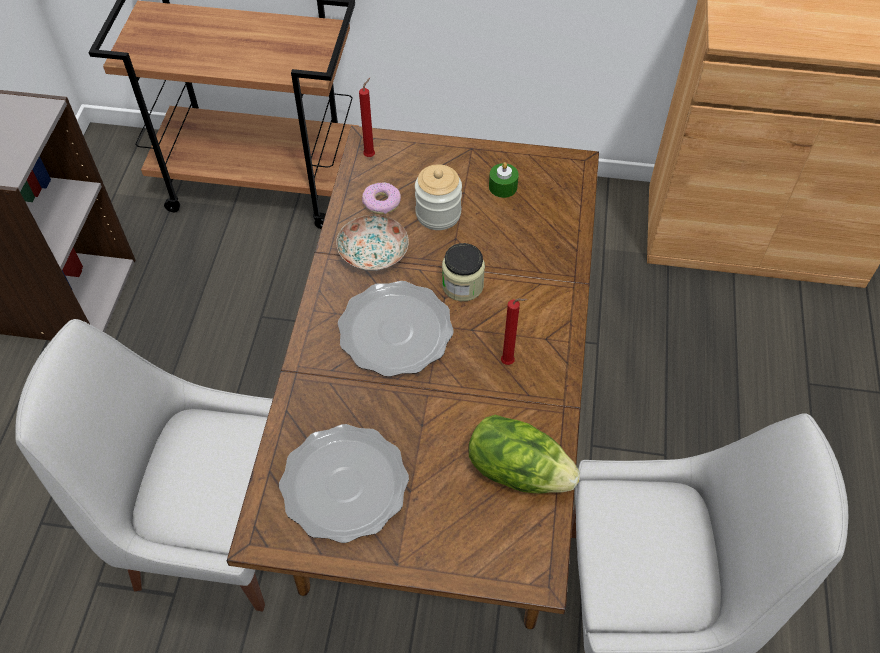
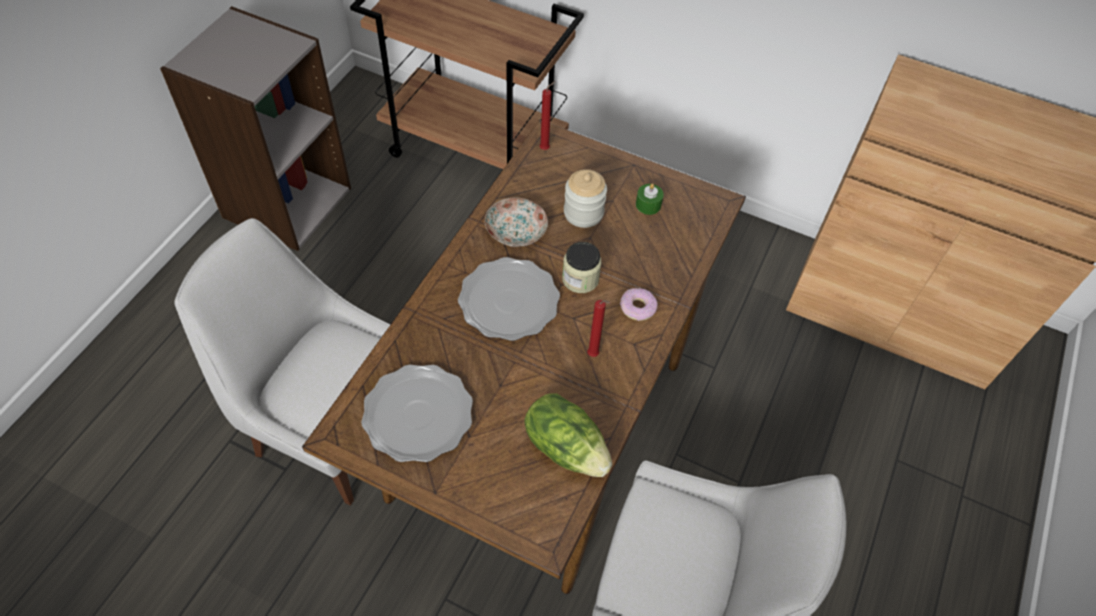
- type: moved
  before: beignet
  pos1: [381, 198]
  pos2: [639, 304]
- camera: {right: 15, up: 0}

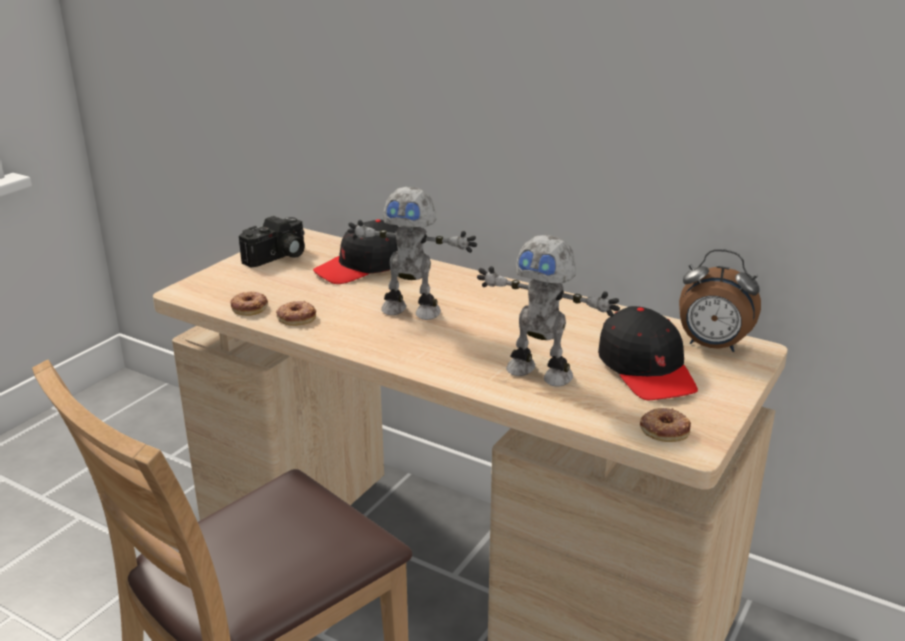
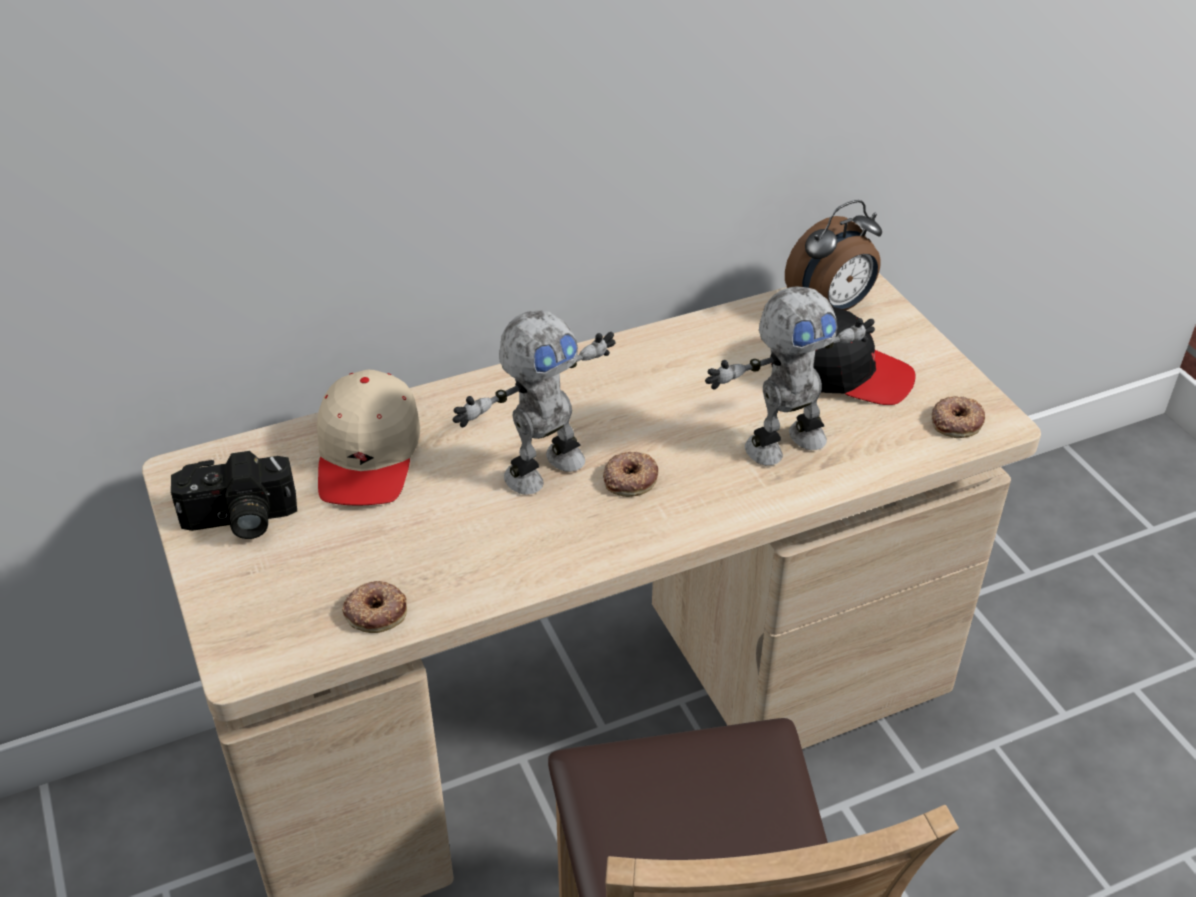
- type: turned
  before: appareil photo
  pos1: [272, 241]
  pos2: [234, 495]
  turn: 90
- type: moved
  before: beignet
  pos1: [296, 313]
  pos2: [630, 474]
- type: recoloured
  before: casquette (noir)
  after: casquette (beige)
  pos1: [356, 251]
  pos2: [368, 437]
- camera: {right: -55, up: 15}

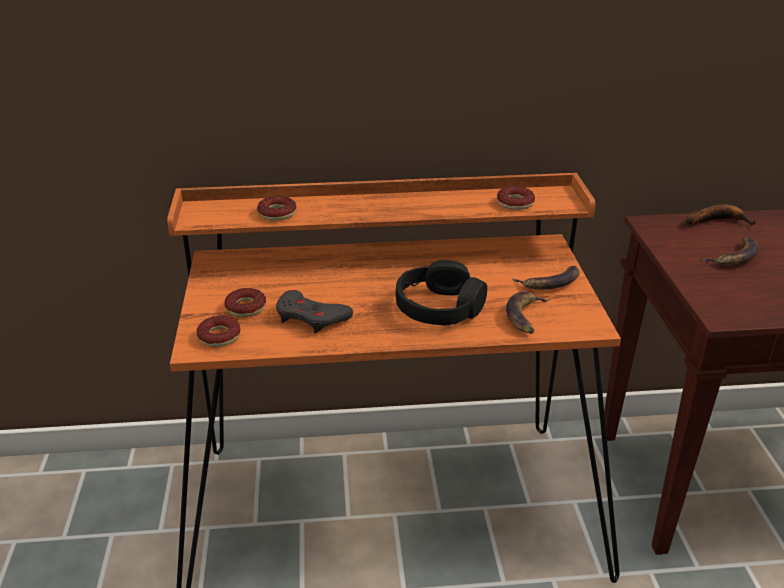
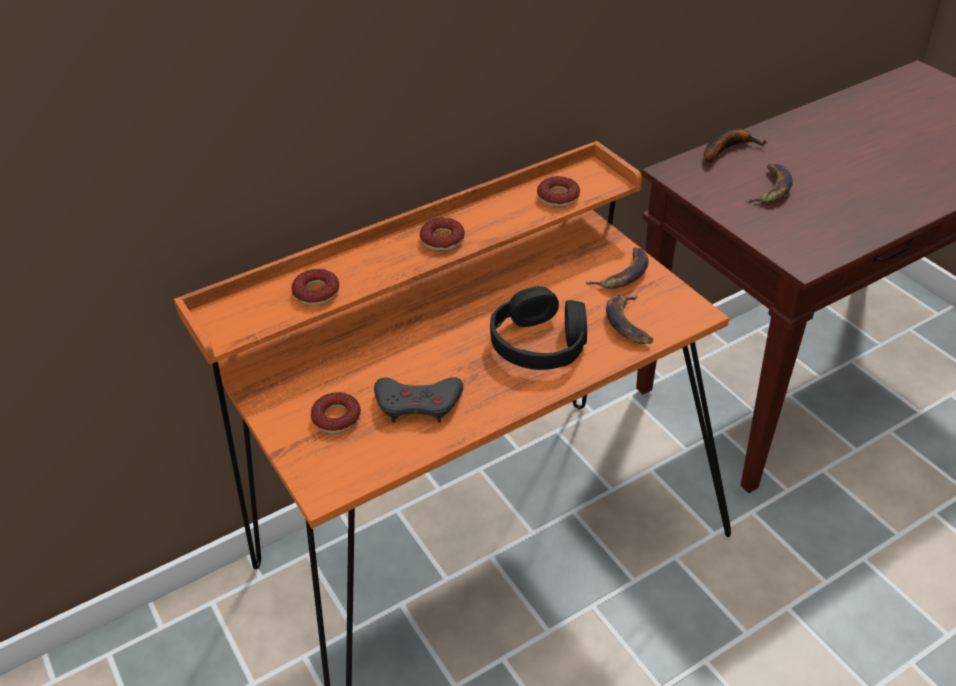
- type: moved
  before: beignet
  pos1: [218, 331]
  pos2: [442, 234]
- camera: {right: -25, up: 10}

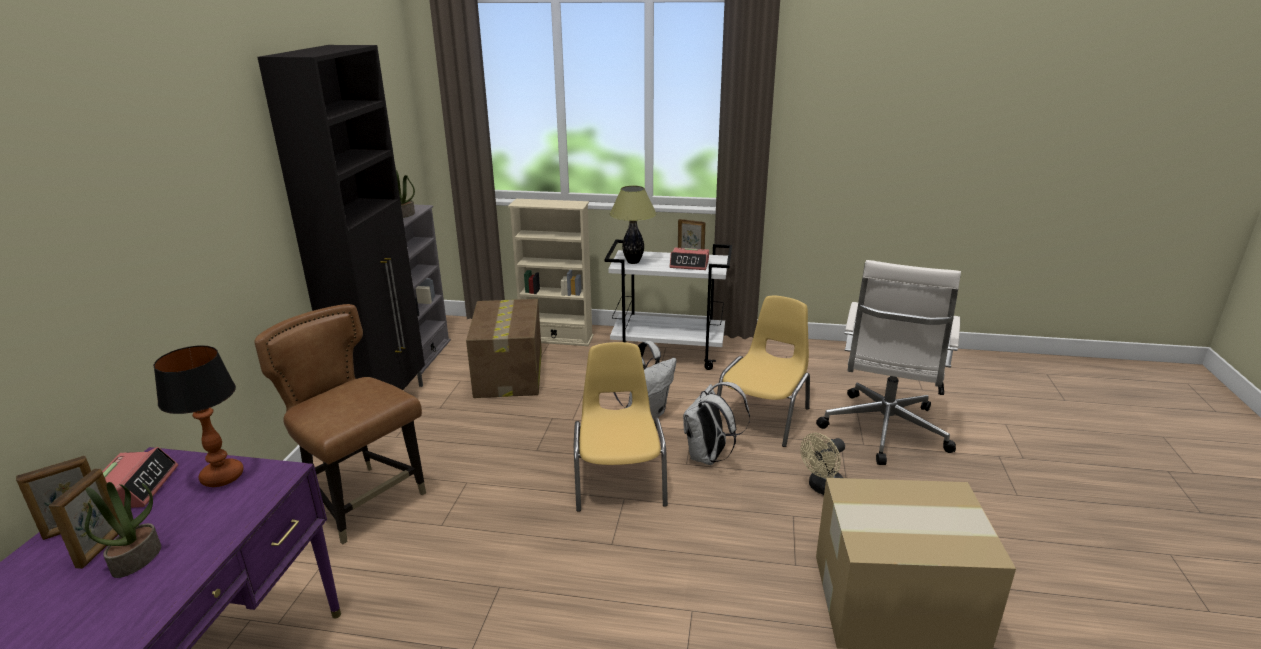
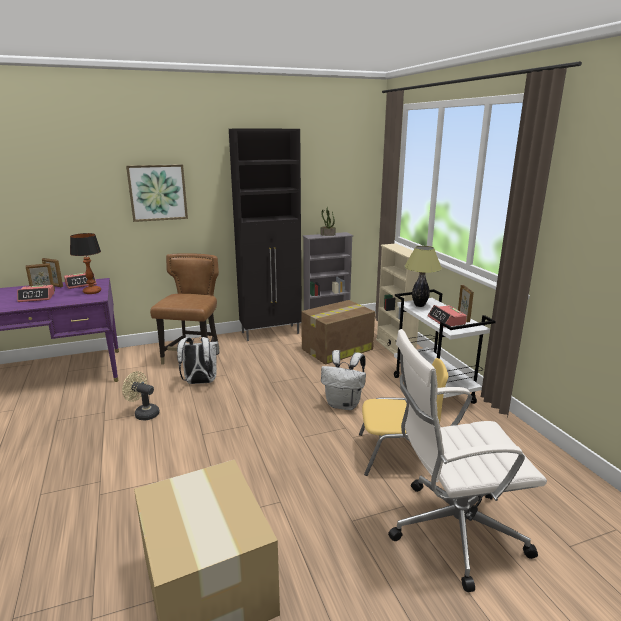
- type: replaced
  before: plante en pot
  after: réveil
  pos1: [123, 530]
  pos2: [35, 293]
- type: removed
  before: chaise (jaune)
  pos1: [621, 427]
- type: moved
  before: sac à dos (blanc)
  pos1: [716, 423]
  pos2: [198, 360]
- type: moved
  before: ventilateur (beige)
  pos1: [822, 464]
  pos2: [141, 396]
- type: added
  after: tableau
  pos2: [157, 193]
- camera: {right: 60, up: -5}

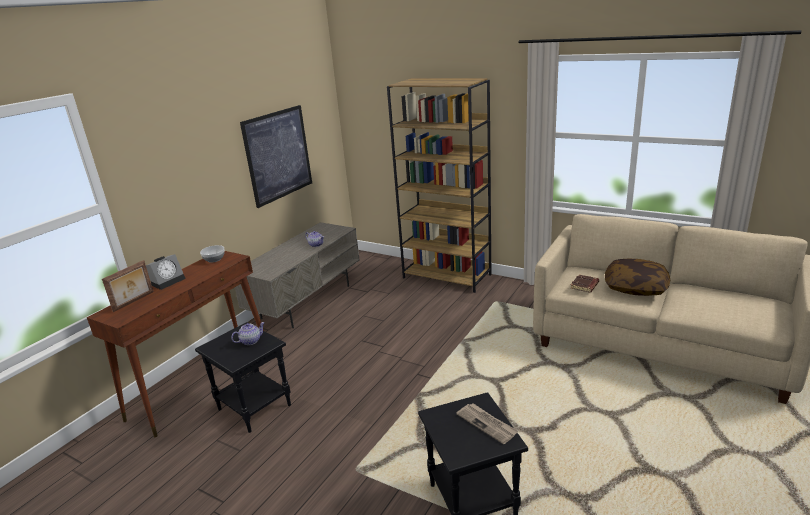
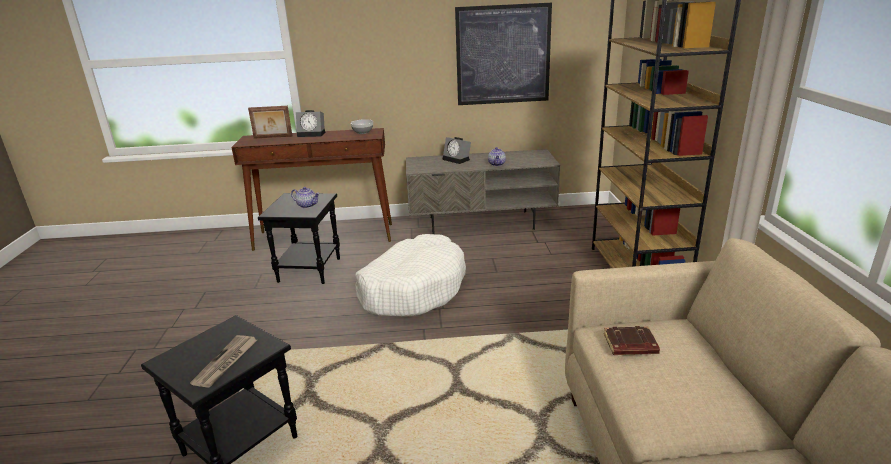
- type: removed
  before: coussin
  pos1: [637, 277]
- type: added
  after: panier pour chien (blanc)
  pos2: [410, 275]
- type: added
  after: réveil
  pos2: [457, 150]
- camera: {right: 55, up: 0}

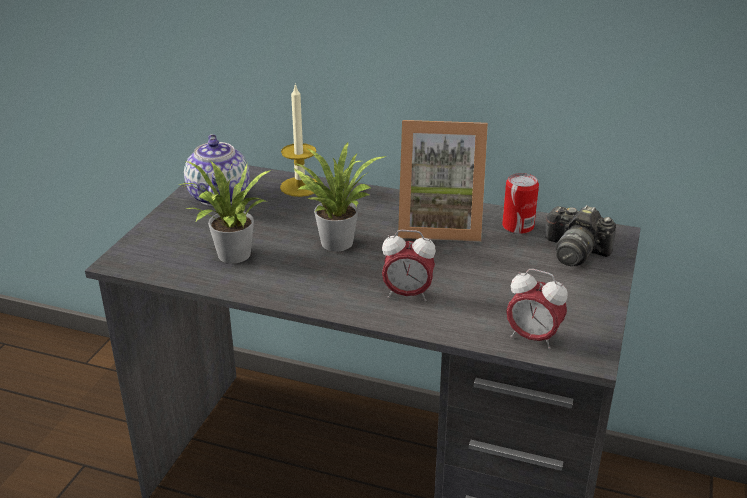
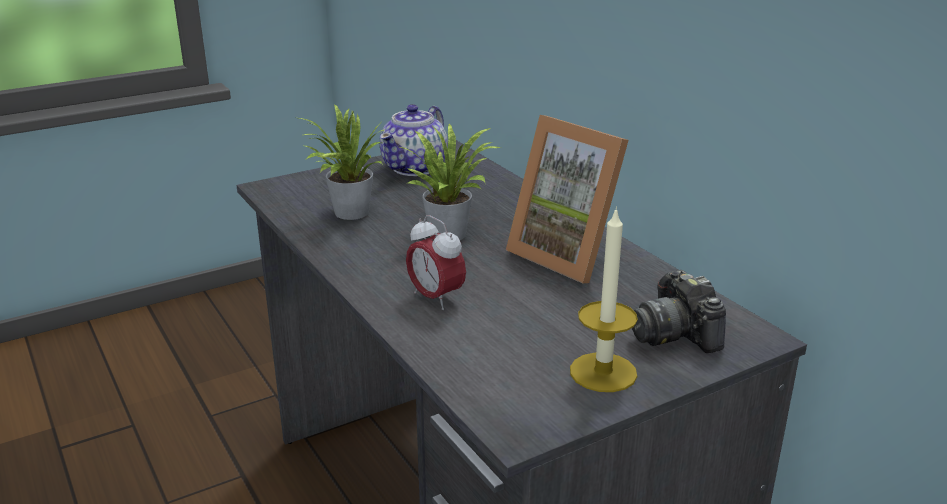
- type: moved
  before: bougie
  pos1: [298, 140]
  pos2: [604, 299]
- type: removed
  before: boîte métallique
  pos1: [520, 203]
- type: removed
  before: réveil
  pos1: [537, 309]
- camera: {right: 40, up: -5}

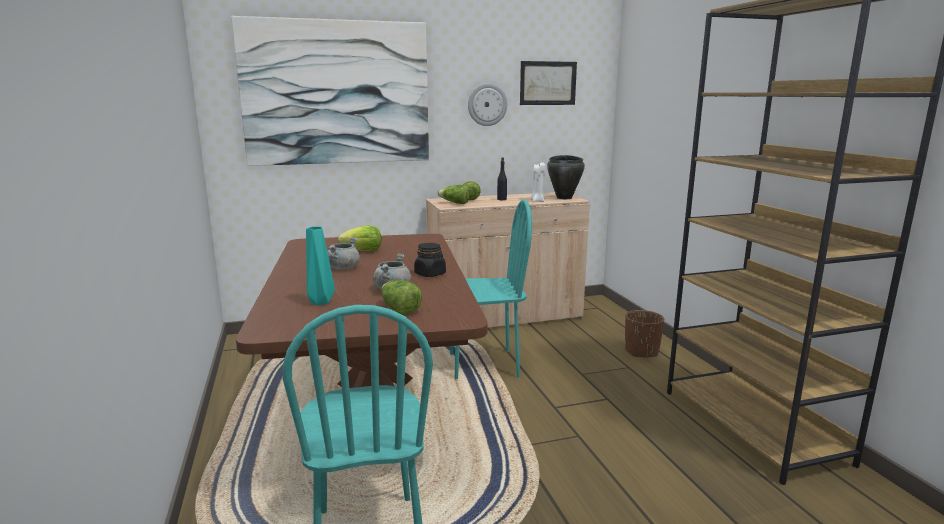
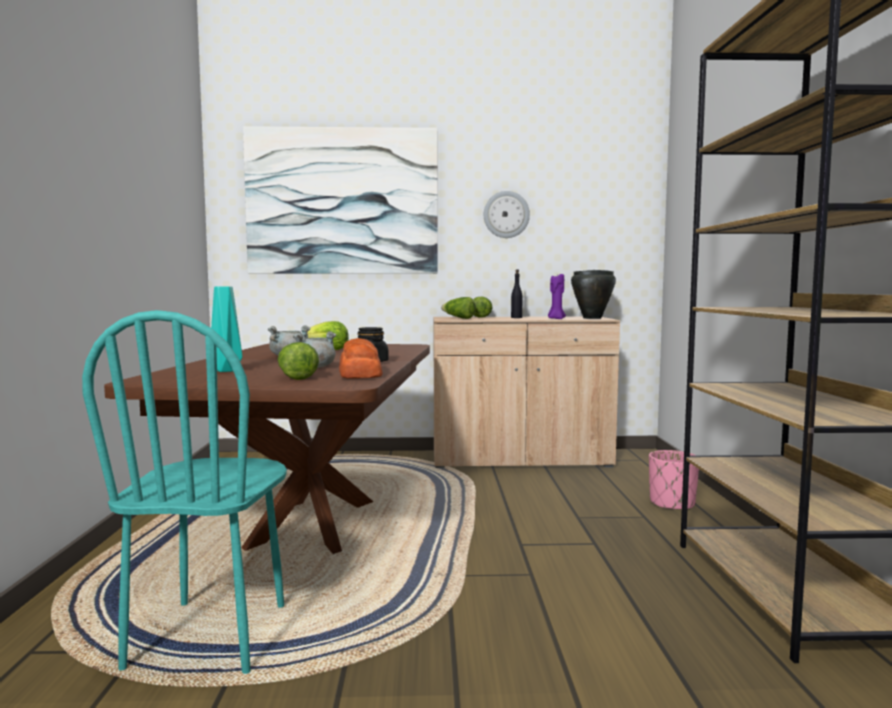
- type: removed
  before: chaise (turquoise)
  pos1: [491, 289]
- type: removed
  before: tableau
  pos1: [548, 83]
- type: recoloured
  before: bougie (blanc)
  after: bougie (violet)
  pos1: [538, 182]
  pos2: [557, 296]
- type: recoloured
  before: cache-pot (marron)
  after: cache-pot (rose)
  pos1: [644, 333]
  pos2: [674, 480]
- type: added
  after: pain
  pos2: [361, 358]
- camera: {right: 15, up: -10}

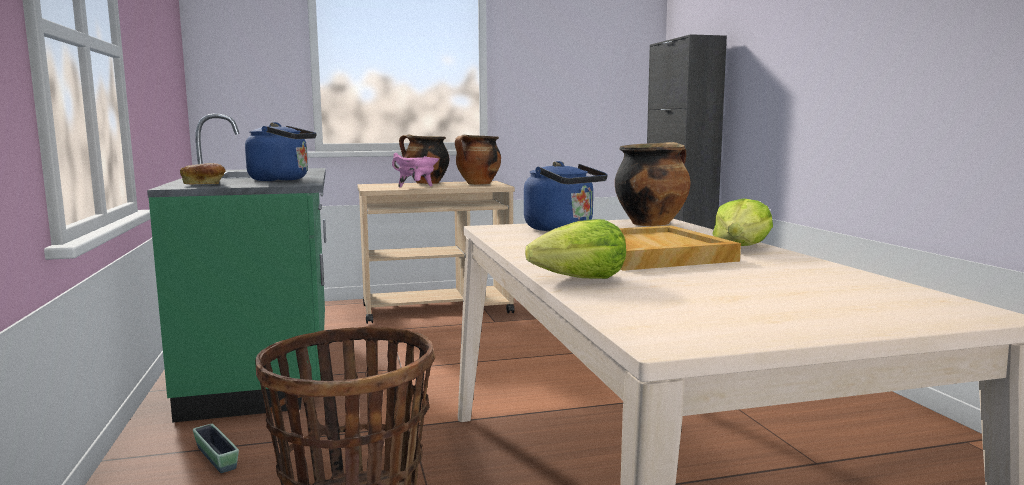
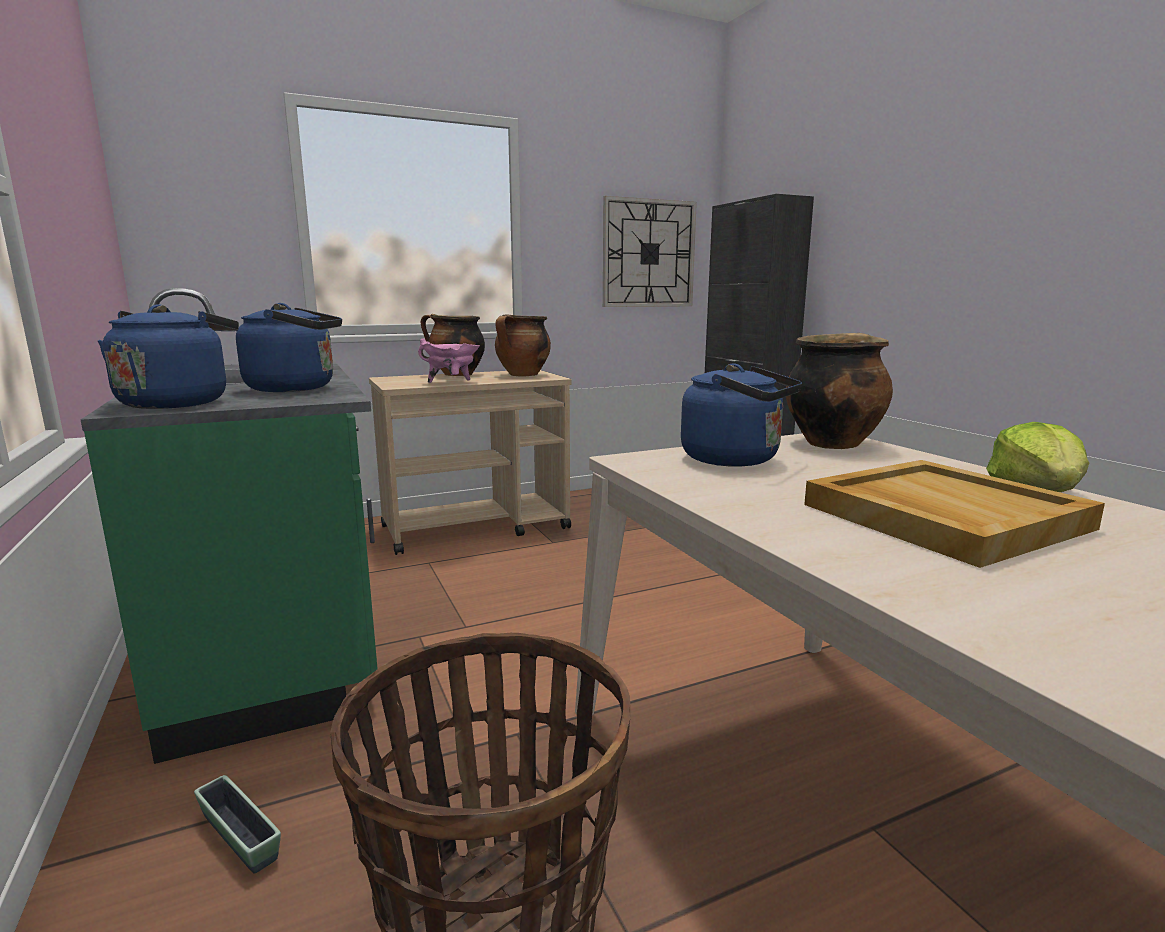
- type: replaced
  before: pain
  after: bouilloire (bleu)
  pos1: [203, 173]
  pos2: [168, 356]
- type: removed
  before: laitue
  pos1: [575, 249]
- type: added
  after: horloge murale
  pos2: [650, 251]
- camera: {right: -10, up: 5}

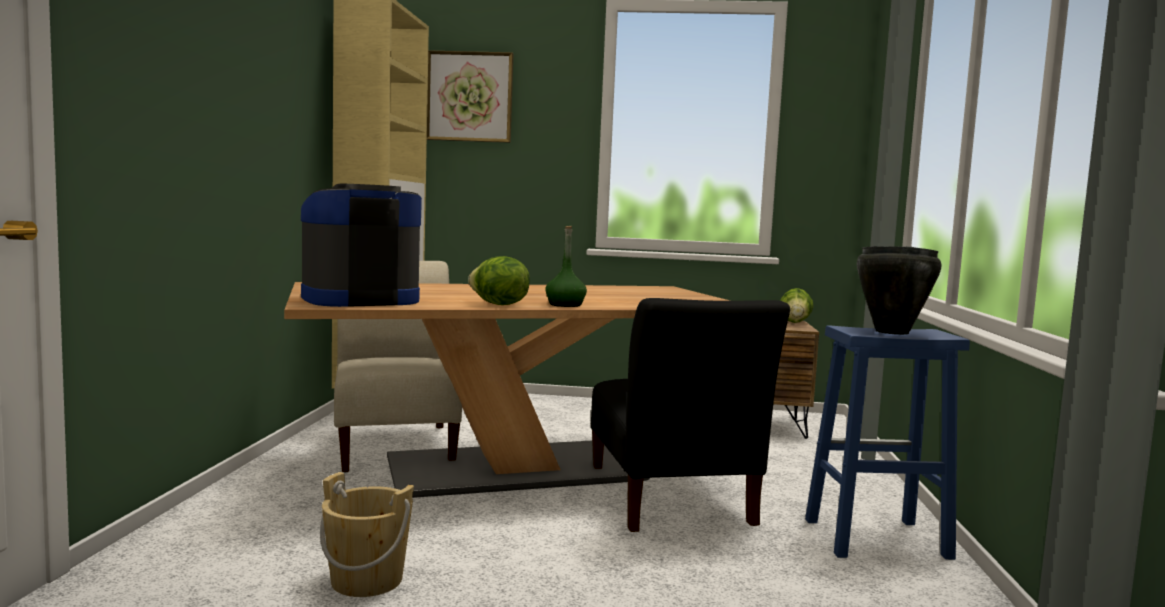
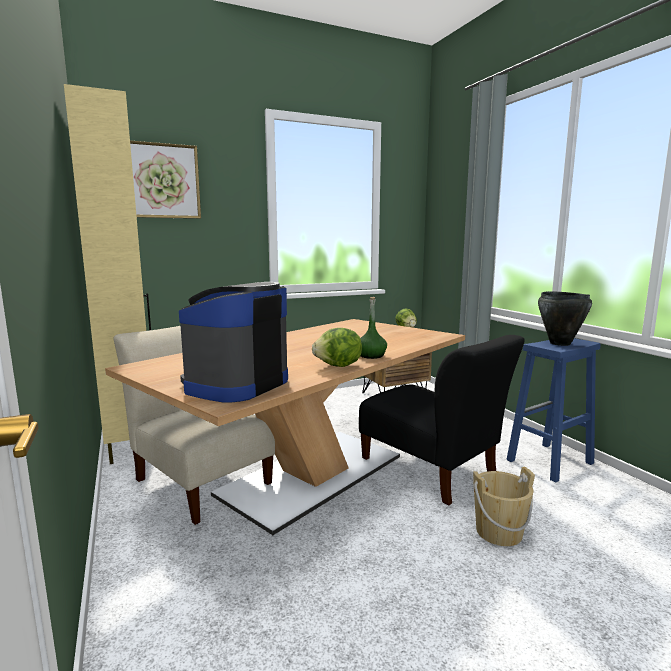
- type: moved
  before: seau (beige)
  pos1: [367, 534]
  pos2: [504, 506]
- camera: {right: -30, up: 5}

